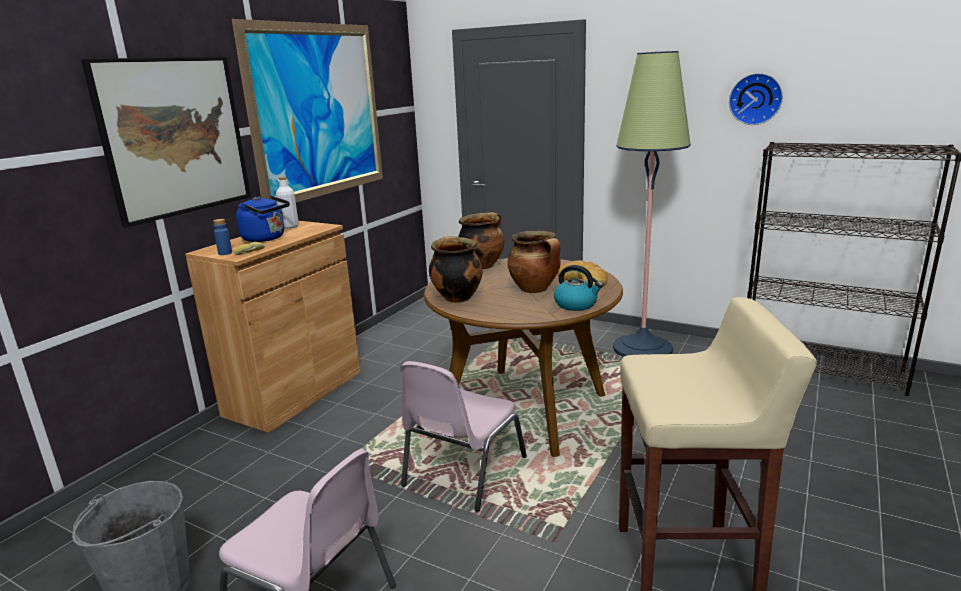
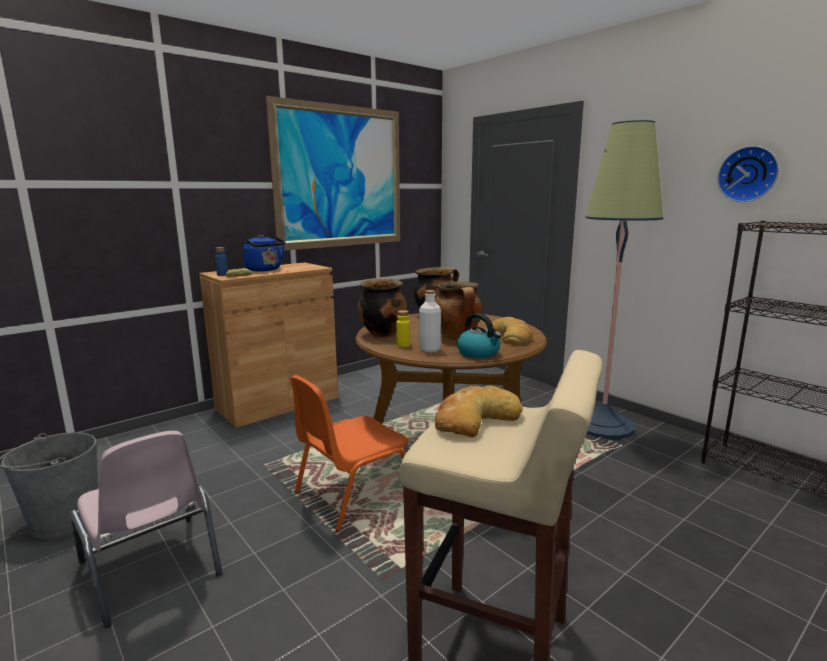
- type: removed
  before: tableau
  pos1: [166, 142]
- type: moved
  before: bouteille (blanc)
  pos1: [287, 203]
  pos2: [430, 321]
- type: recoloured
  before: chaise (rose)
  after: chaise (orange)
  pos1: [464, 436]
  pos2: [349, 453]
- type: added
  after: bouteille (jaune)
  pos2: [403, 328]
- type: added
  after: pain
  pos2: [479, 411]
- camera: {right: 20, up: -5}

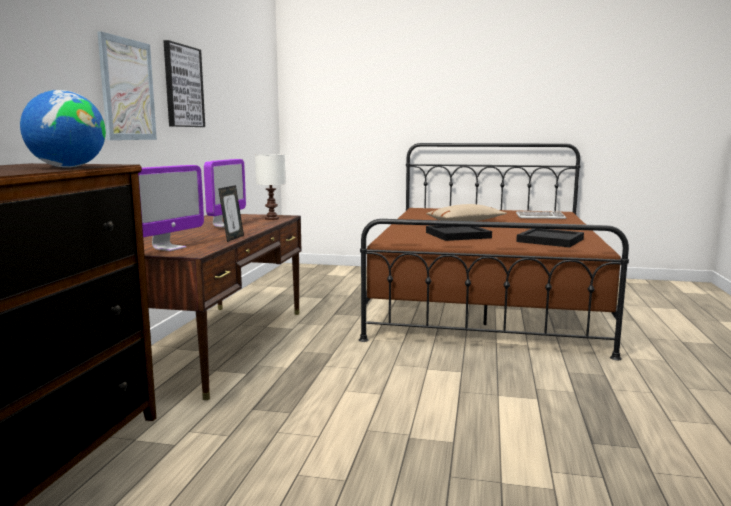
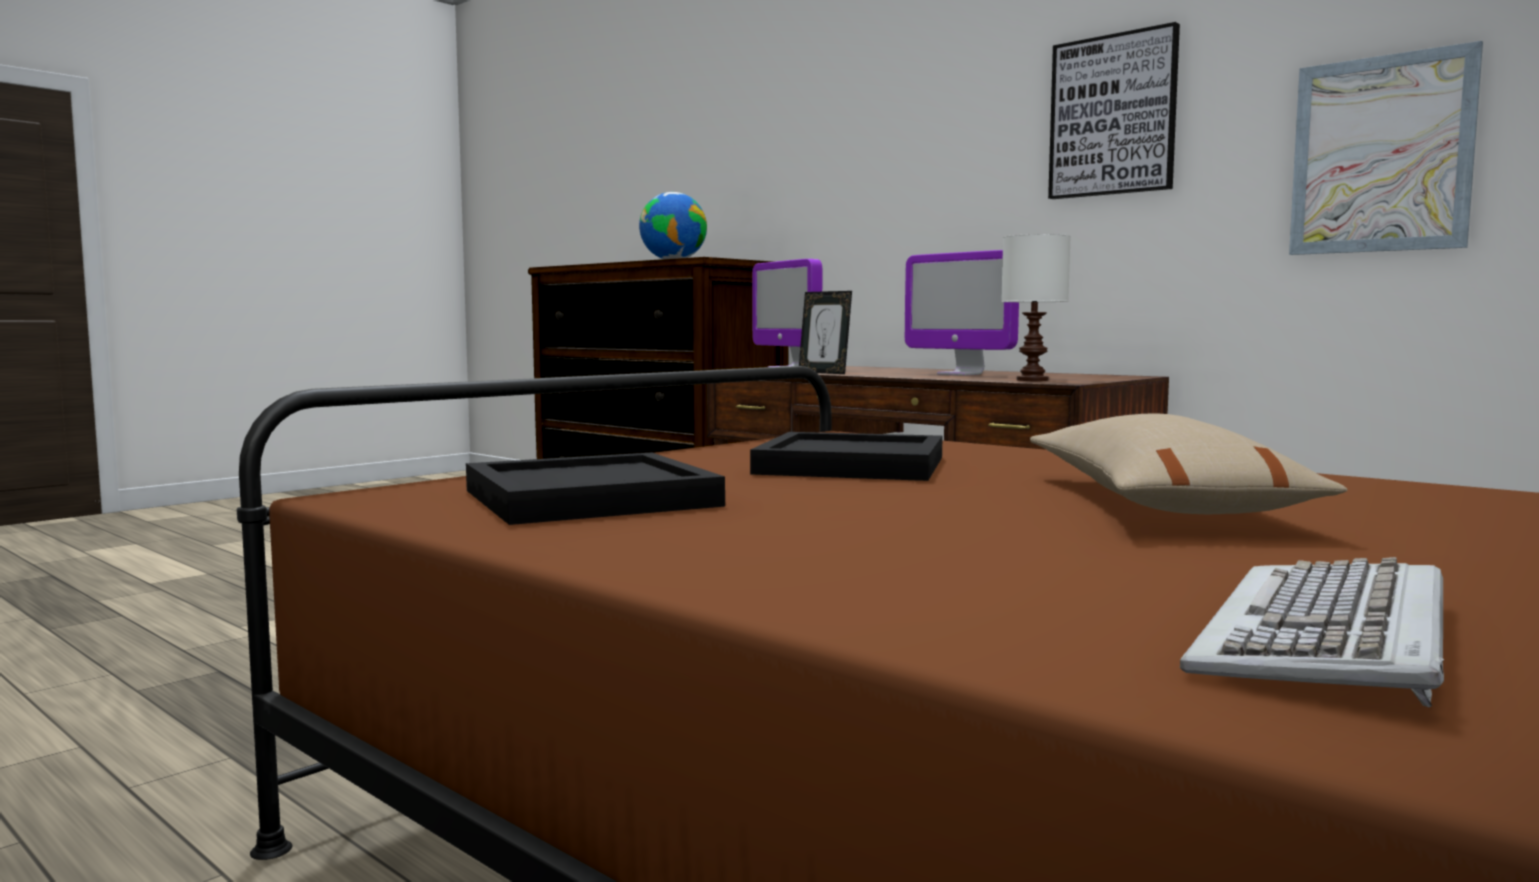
- type: moved
  before: tableau
  pos1: [127, 85]
  pos2: [1386, 148]
- camera: {right: 120, up: -5}

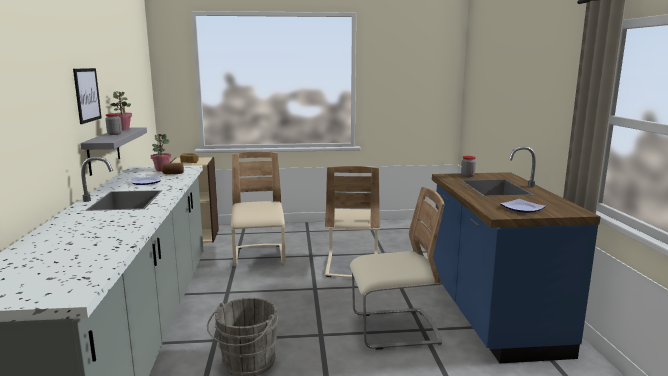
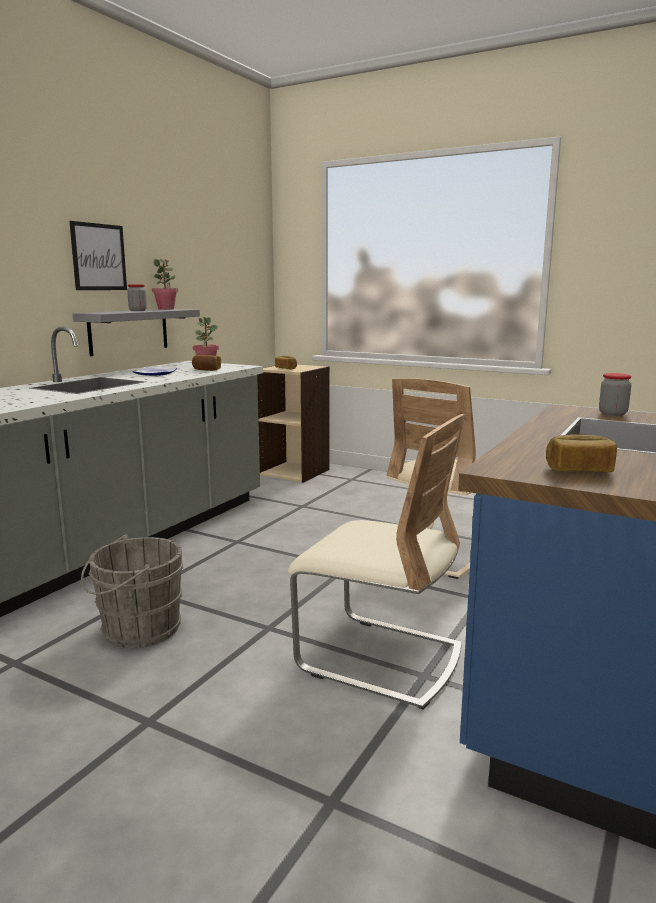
- type: removed
  before: chaise (beige)
  pos1: [258, 208]
- type: replaced
  before: assiette
  after: pain
  pos1: [523, 206]
  pos2: [581, 453]
- camera: {right: 35, up: 0}

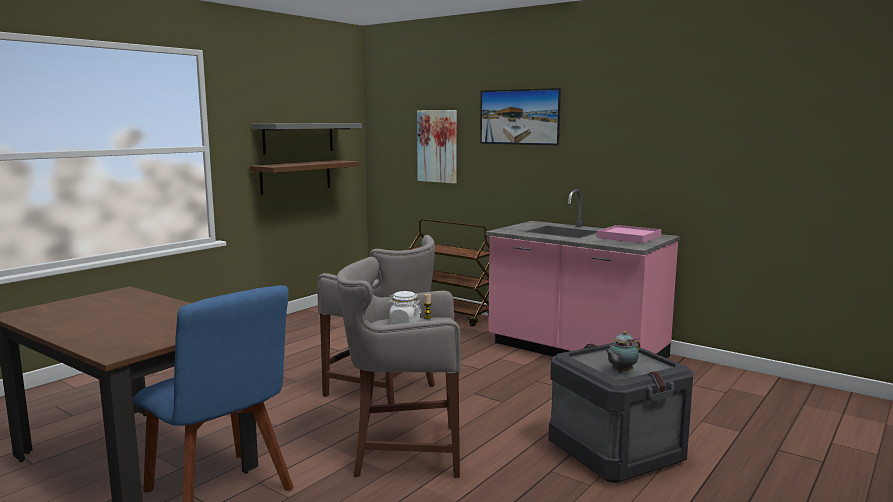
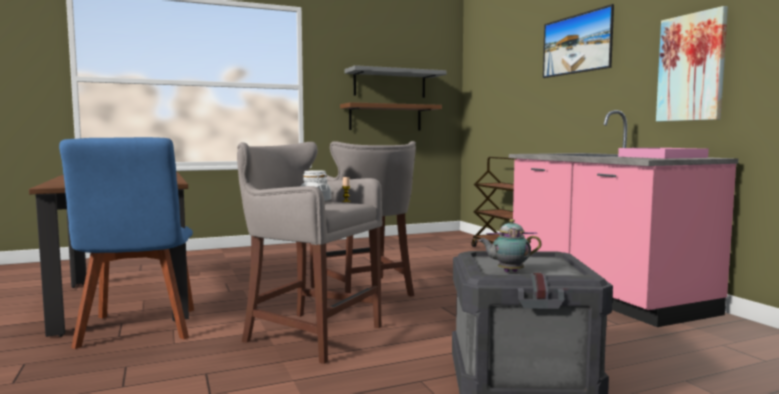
- type: moved
  before: tableau
  pos1: [437, 147]
  pos2: [692, 64]
- camera: {right: 30, up: -5}

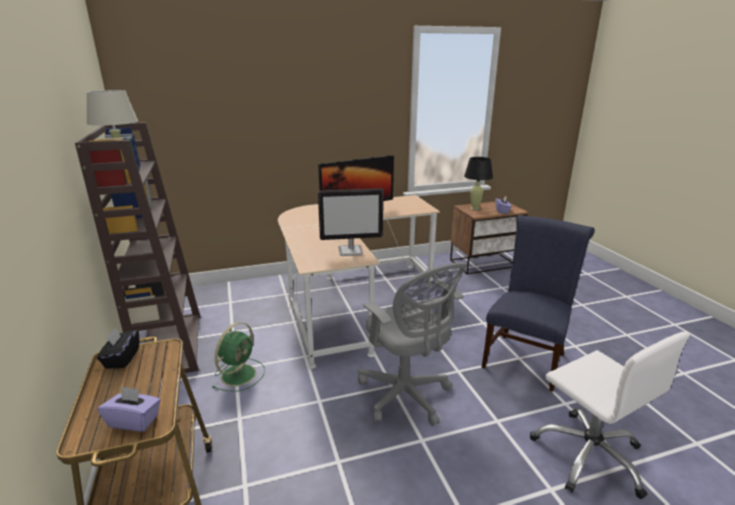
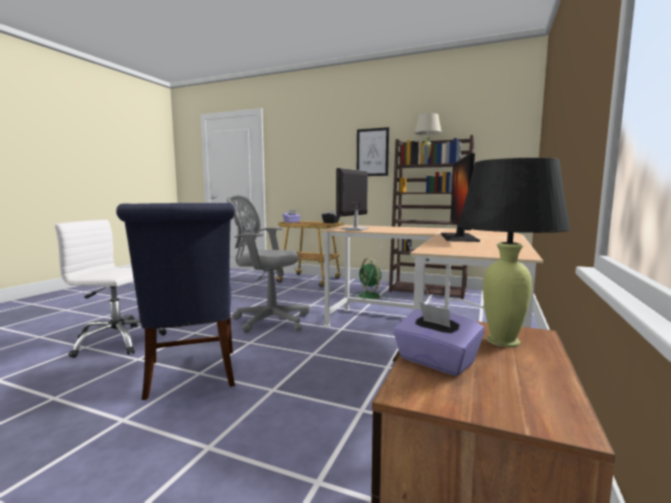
- type: added
  after: tableau
  pos2: [373, 151]
- camera: {right: 130, up: -15}

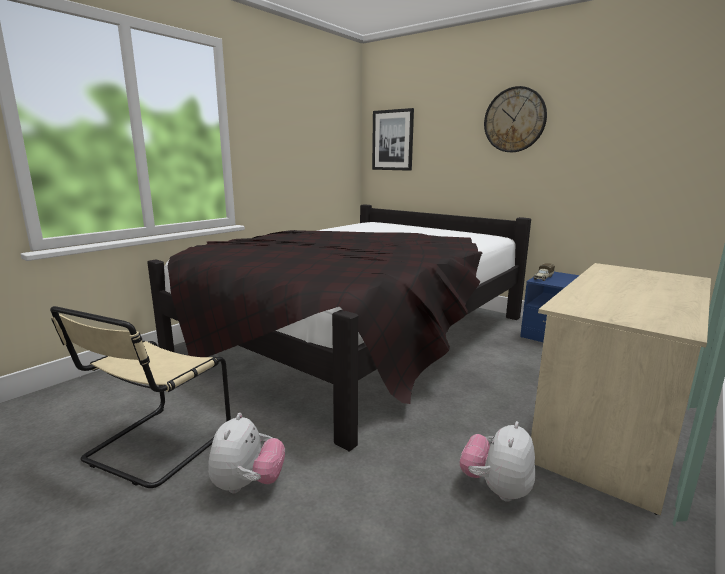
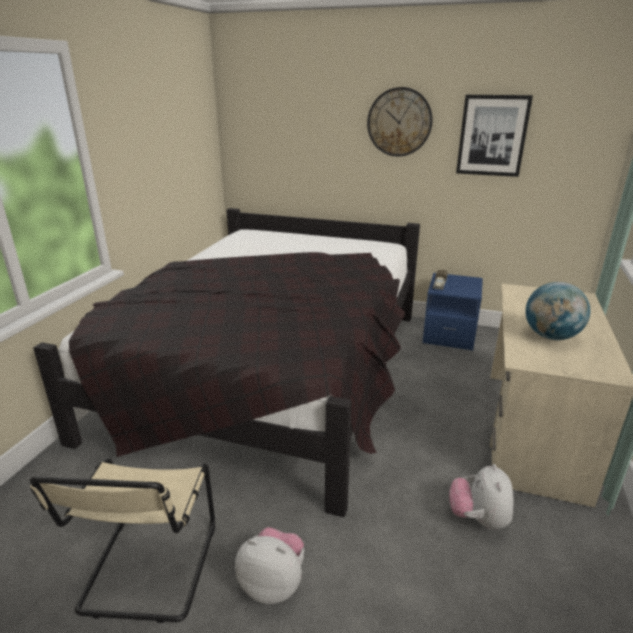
- type: turned
  before: peluche
  pos1: [246, 453]
  pos2: [269, 565]
  turn: -60
- type: moved
  before: tableau
  pos1: [393, 139]
  pos2: [494, 136]
- type: added
  after: globe
  pos2: [557, 311]
- camera: {right: -20, up: 10}

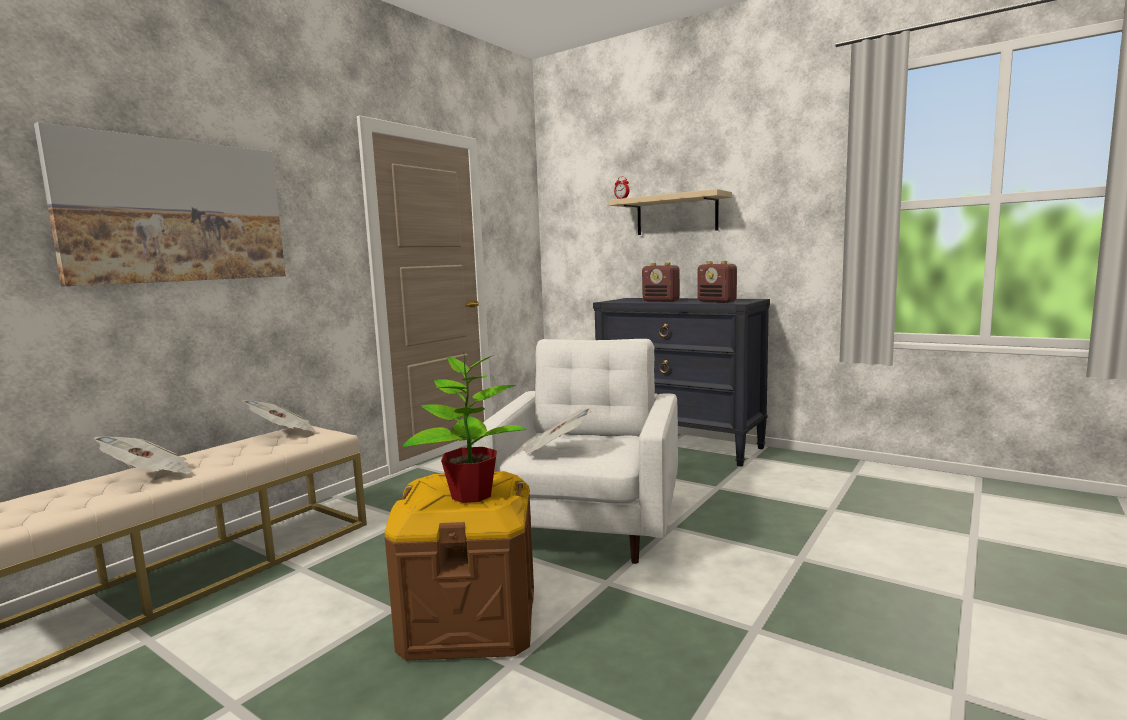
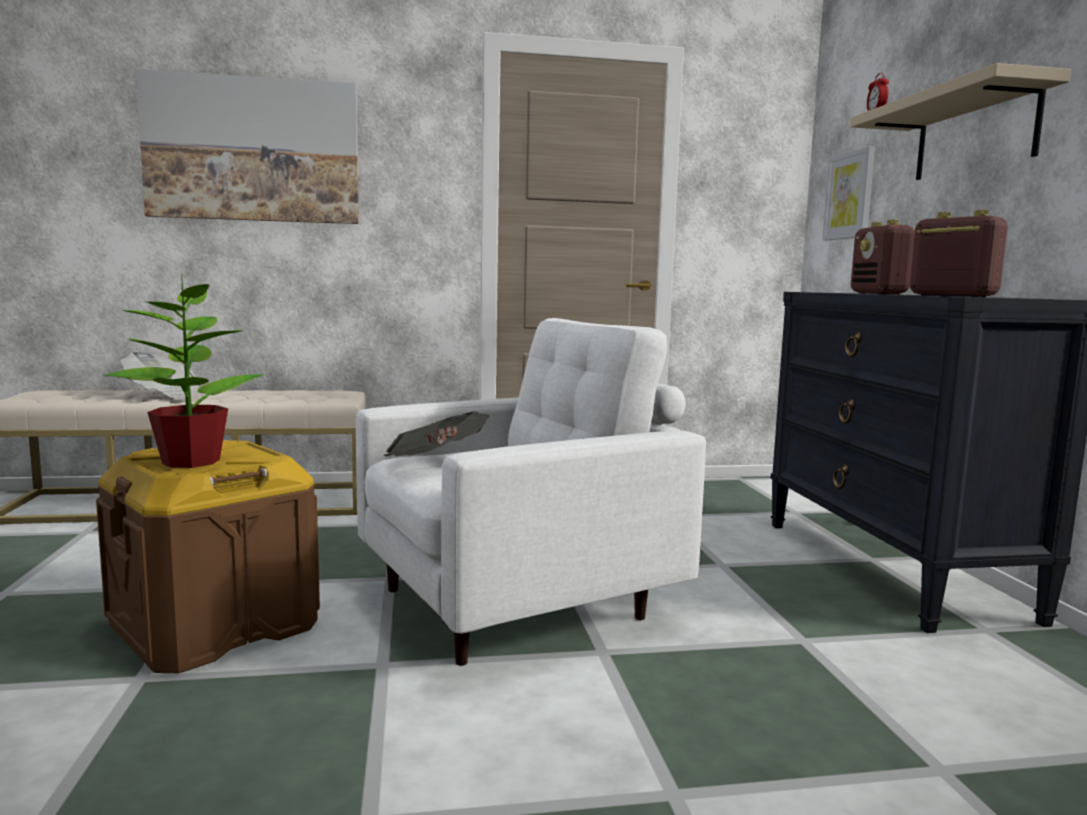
- type: removed
  before: journal
  pos1: [279, 415]
- type: turned
  before: radio
  pos1: [717, 282]
  pos2: [959, 253]
  turn: 135
- type: added
  after: tableau
  pos2: [848, 193]
- camera: {right: 45, up: 0}

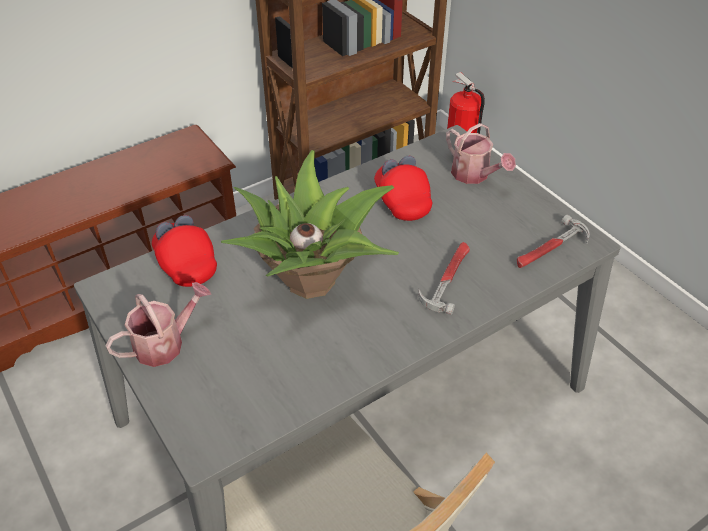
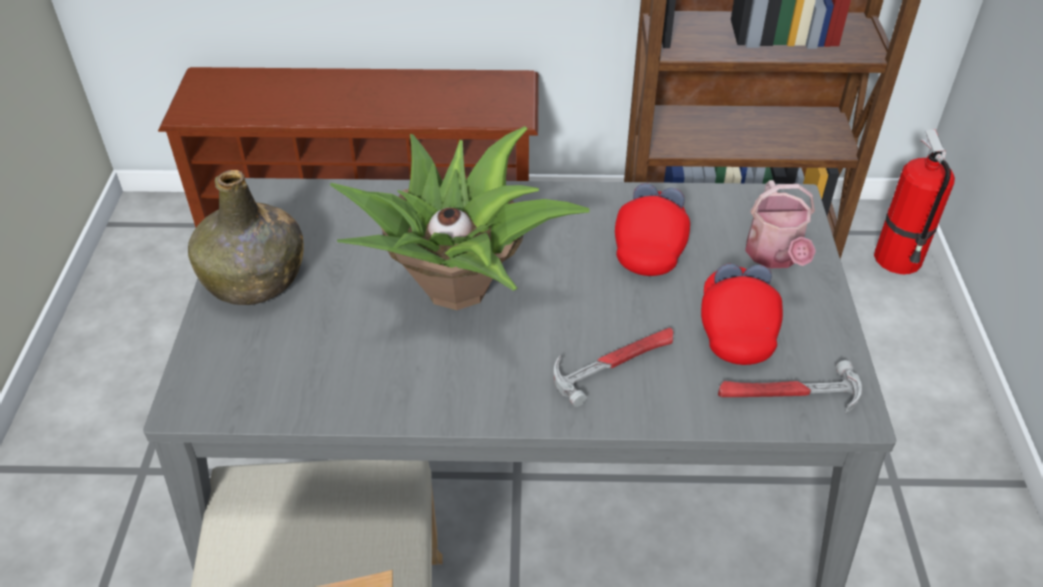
- type: replaced
  before: arrosoir
  after: bouteille (vert)
  pos1: [158, 324]
  pos2: [246, 237]
- type: moved
  before: casquette (rouge)
  pos1: [184, 251]
  pos2: [742, 314]
- camera: {right: 35, up: 0}

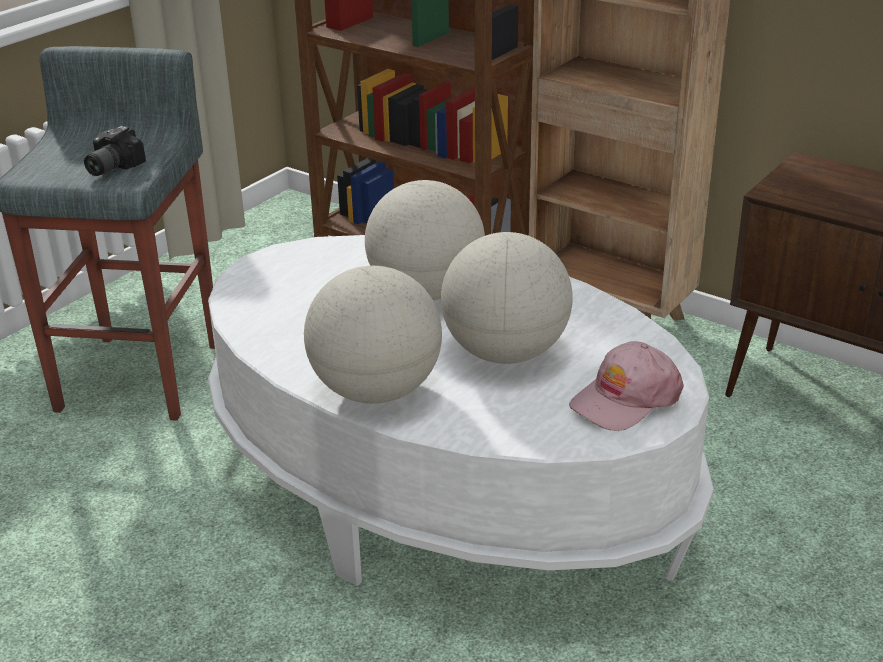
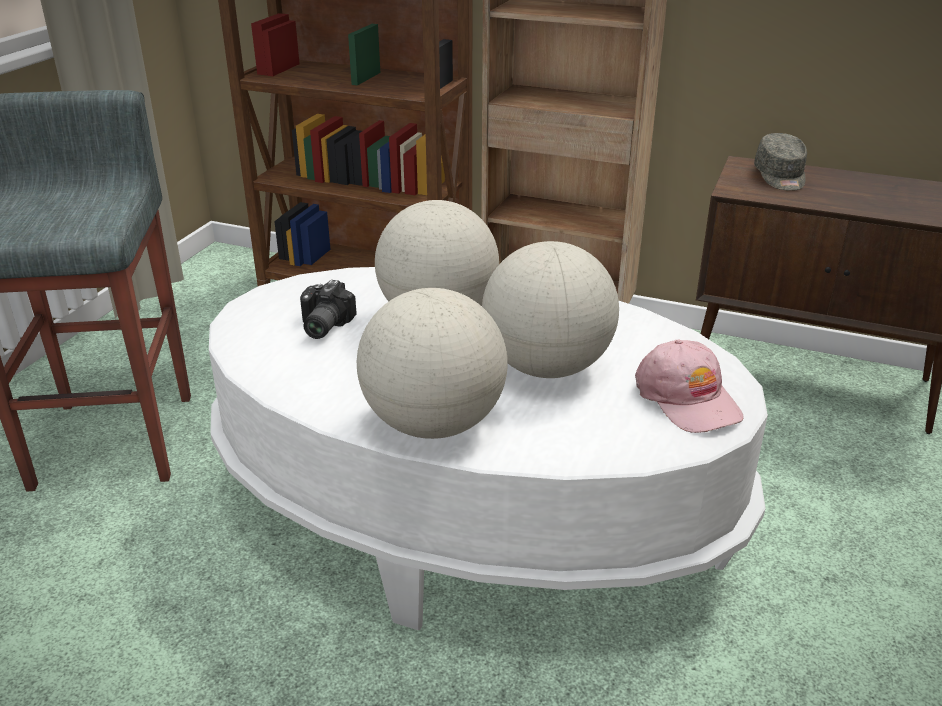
- type: moved
  before: appareil photo
  pos1: [115, 151]
  pos2: [328, 309]
- type: turned
  before: casquette (rose)
  pos1: [626, 386]
  pos2: [689, 386]
  turn: -60
- type: added
  after: casquette (gris)
  pos2: [780, 162]
- camera: {right: -15, up: 0}

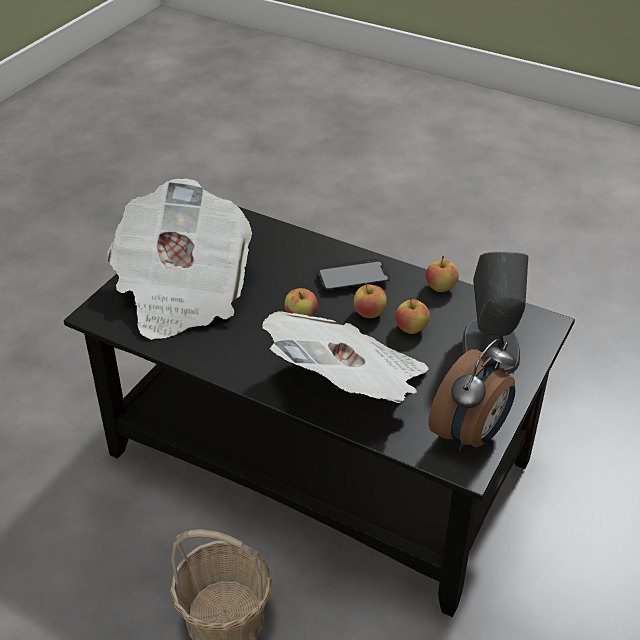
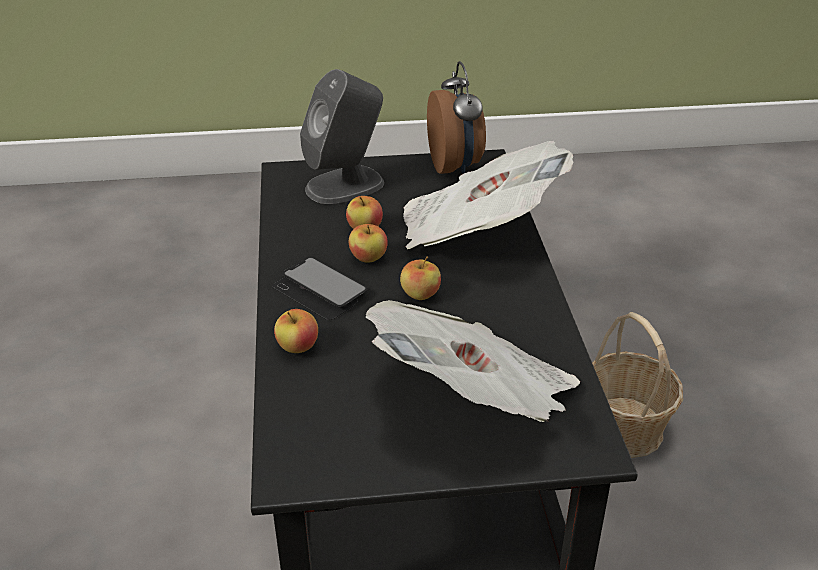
- type: moved
  before: pomme
  pos1: [442, 274]
  pos2: [296, 331]
- type: turned
  before: réveil
  pos1: [472, 395]
  pos2: [456, 117]
  turn: 75
- camera: {right: -125, up: -5}

